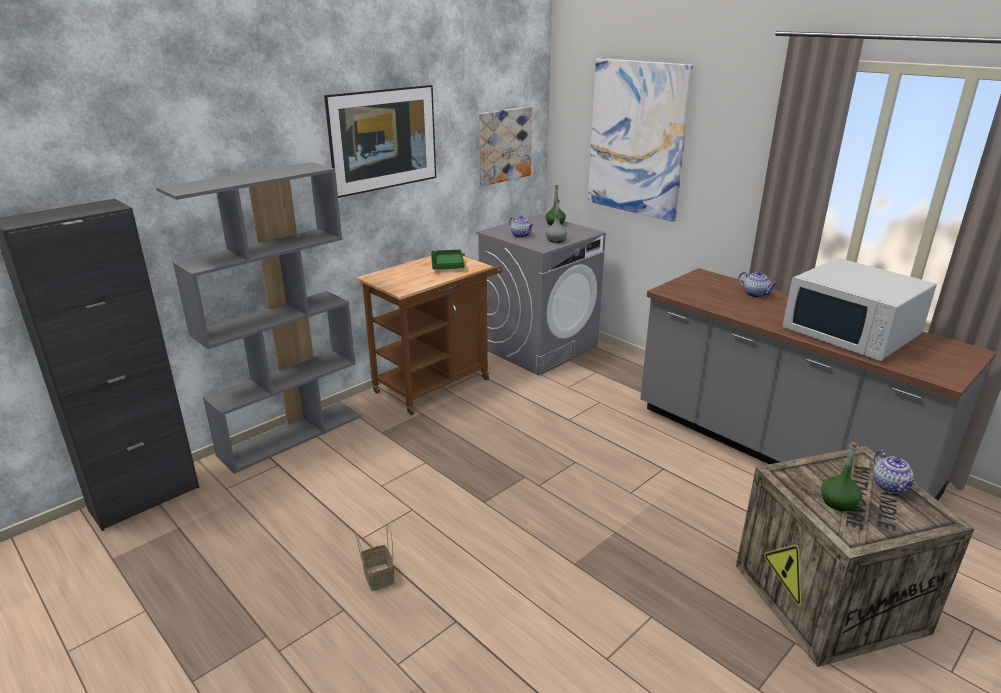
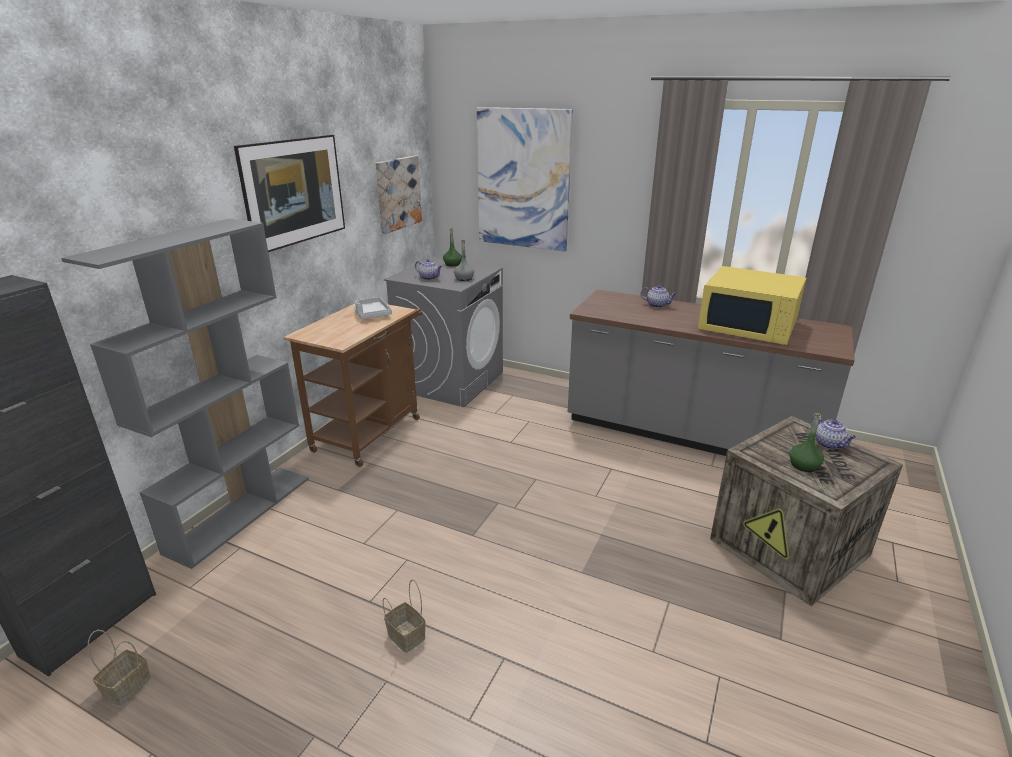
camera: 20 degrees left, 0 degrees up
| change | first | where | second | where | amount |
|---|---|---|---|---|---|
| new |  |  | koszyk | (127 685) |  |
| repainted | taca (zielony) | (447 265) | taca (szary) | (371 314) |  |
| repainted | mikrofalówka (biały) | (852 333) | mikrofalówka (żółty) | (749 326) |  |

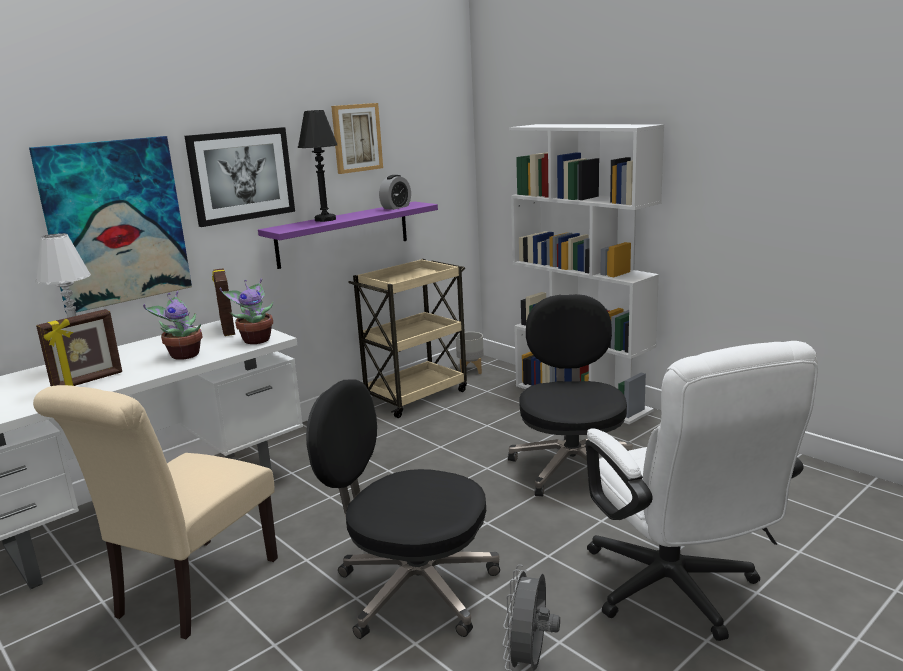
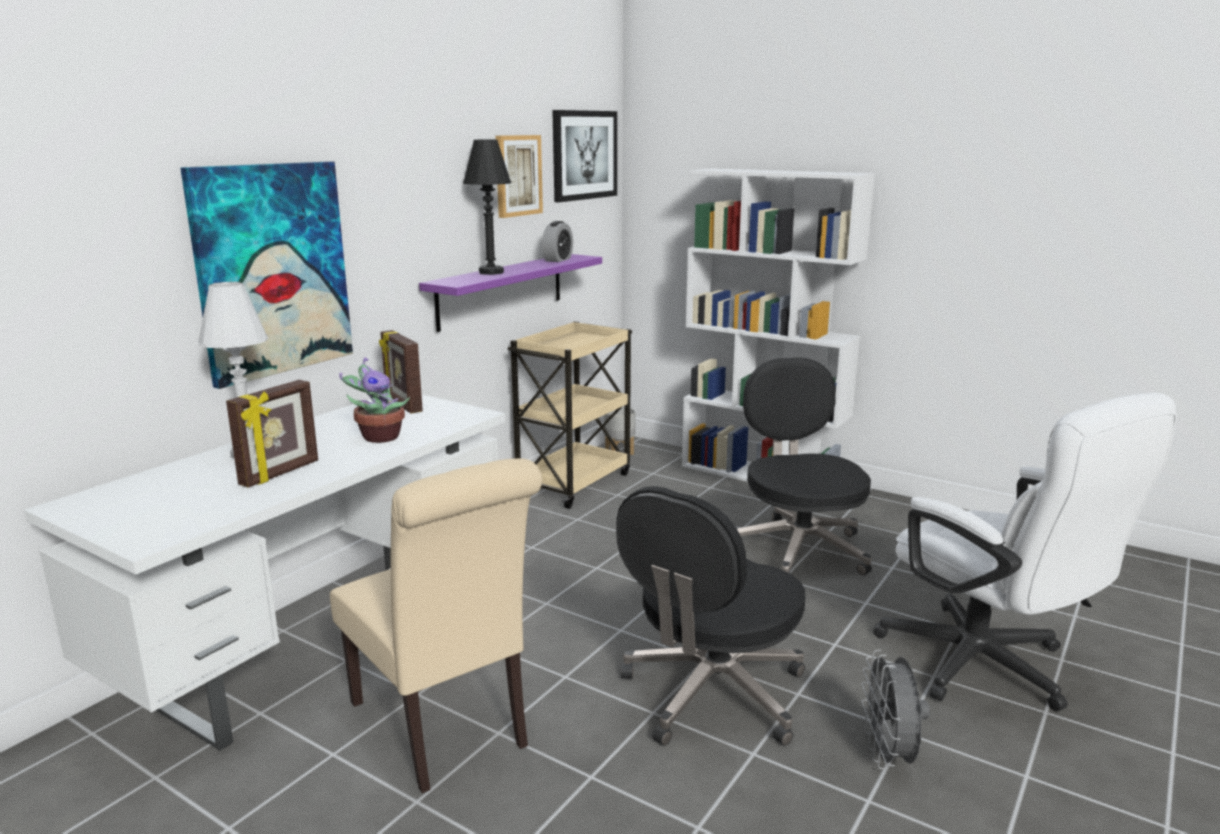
camera: 15 degrees left, 0 degrees up
| change | first | where | second | where | amount |
|---|---|---|---|---|---|
| gone | roślina doniczkowa | (256 340) |  |  |  |
| shifted | obraz | (241 175) |  | (584 155) |  |
| rotated | krzesło (beżowy) | (190 592) |  | (444 729) | 45 degrees counterclockwise |
| rotated | krzesło biurowe (czarny) | (413 589) |  | (712 695) | 60 degrees counterclockwise |

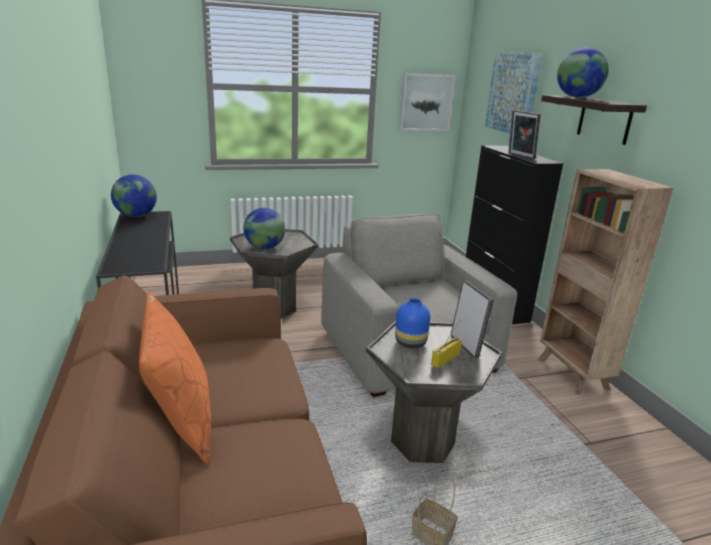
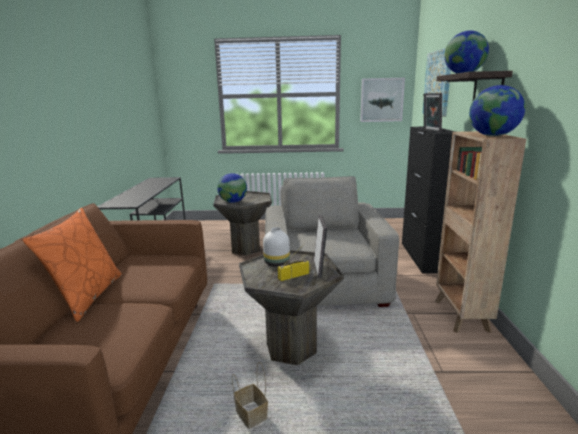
camera: 20 degrees right, 5 degrees down
| change | first | where | second | where | amount |
|---|---|---|---|---|---|
| shifted | globus | (136 216) |  | (492 136) |  |
| repainted | wazon (niebieski) | (409 343) | wazon (biały) | (276 263) |  |

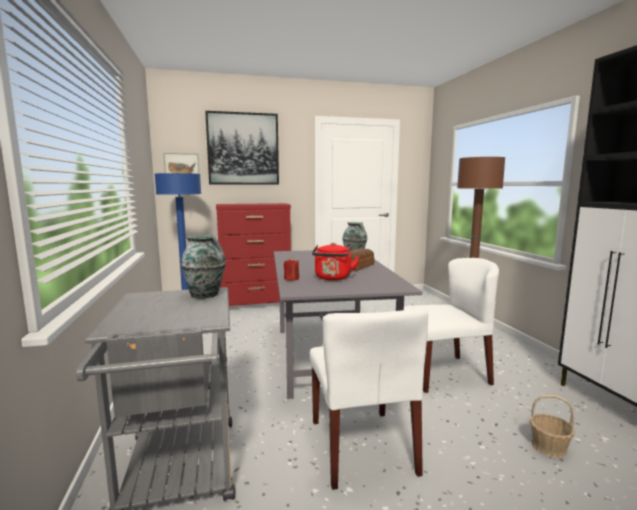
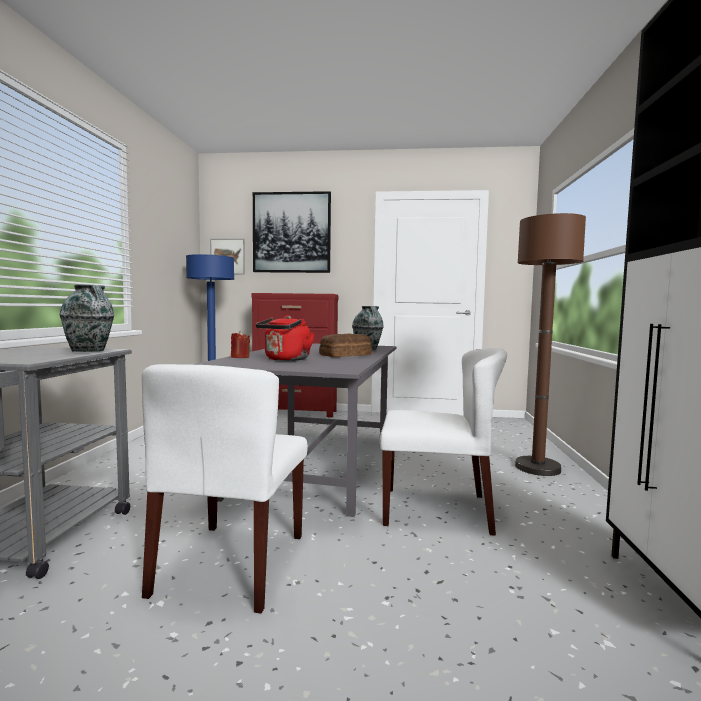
camera: 20 degrees right, 5 degrees down
| change | first | where | second | where | amount |
|---|---|---|---|---|---|
| gone | koszyk | (549 447) |  |  |  |

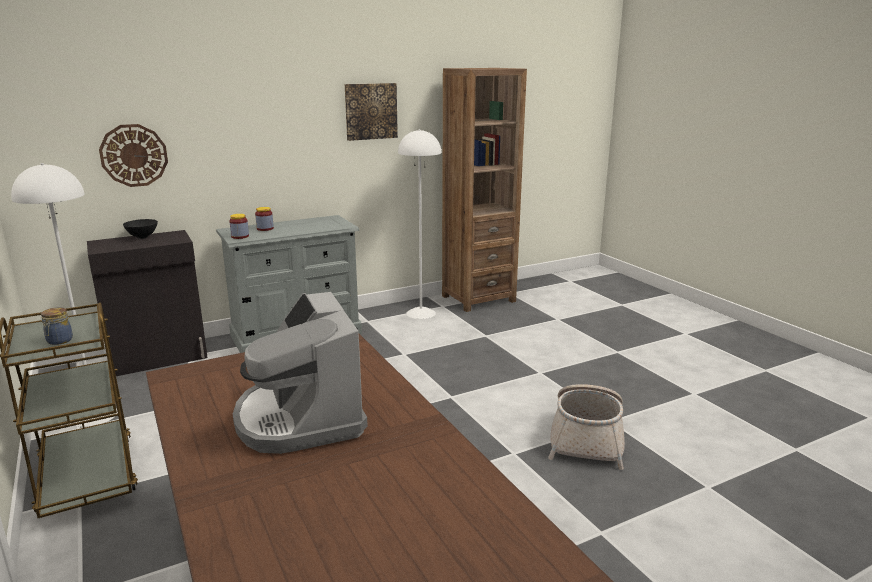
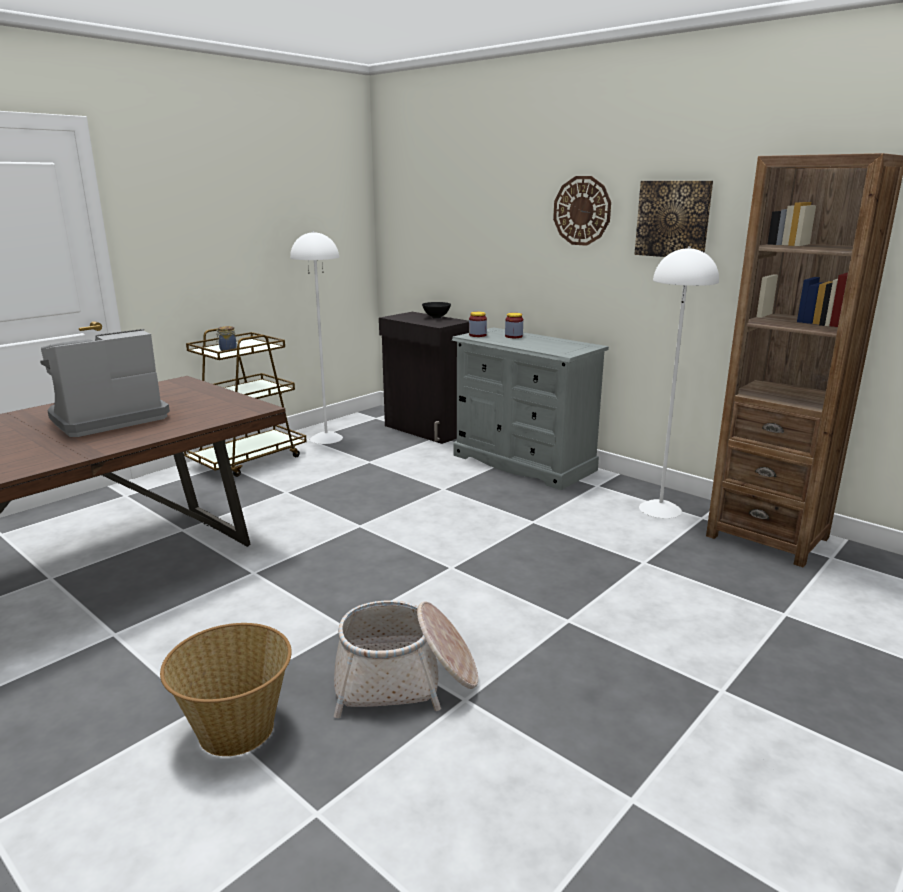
camera: 70 degrees right, 0 degrees up
| change | first | where | second | where | amount |
|---|---|---|---|---|---|
| new |  |  | koszyk | (236 730) |  |
| shifted | zegar ścienny | (134 155) |  | (582 211) |  |

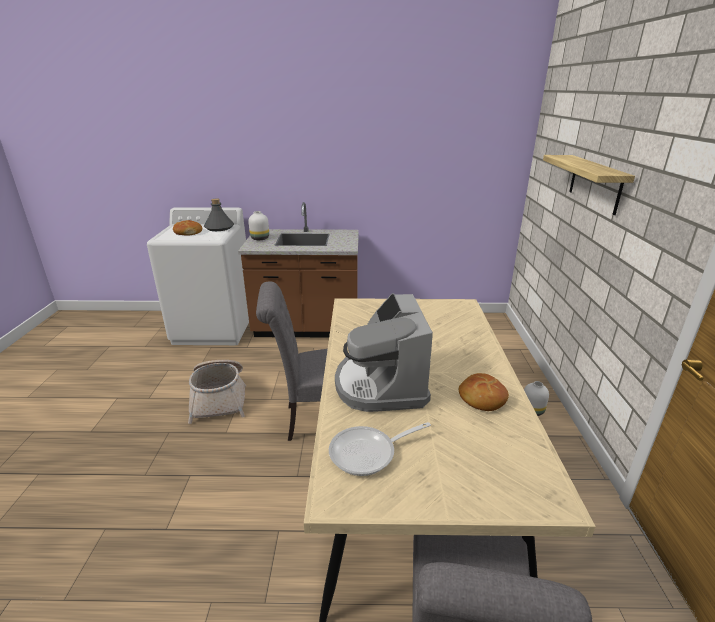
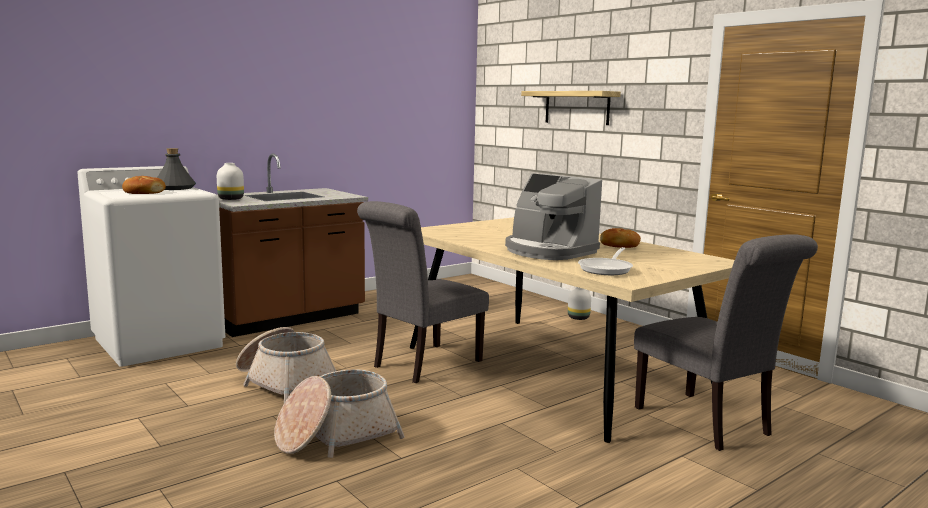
camera: 40 degrees left, 15 degrees down
| change | first | where | second | where | amount |
|---|---|---|---|---|---|
| new |  |  | koszyk | (336 436) |  |

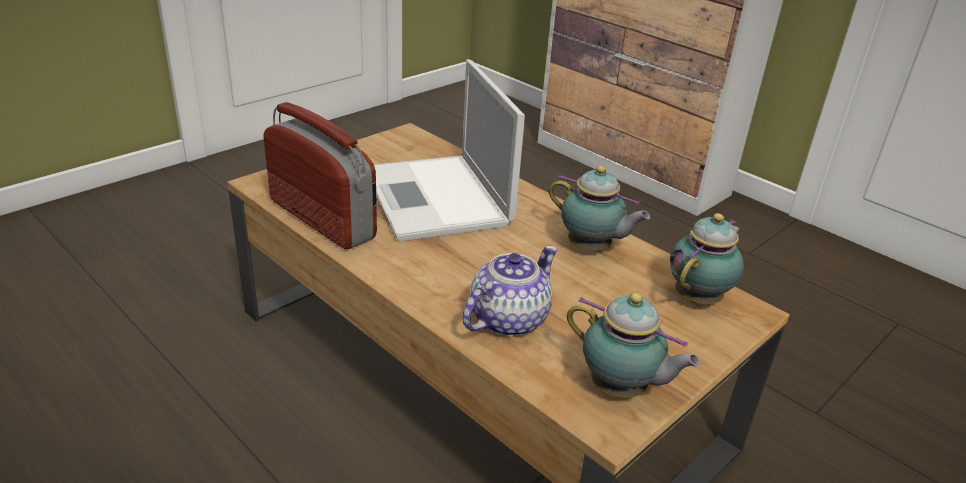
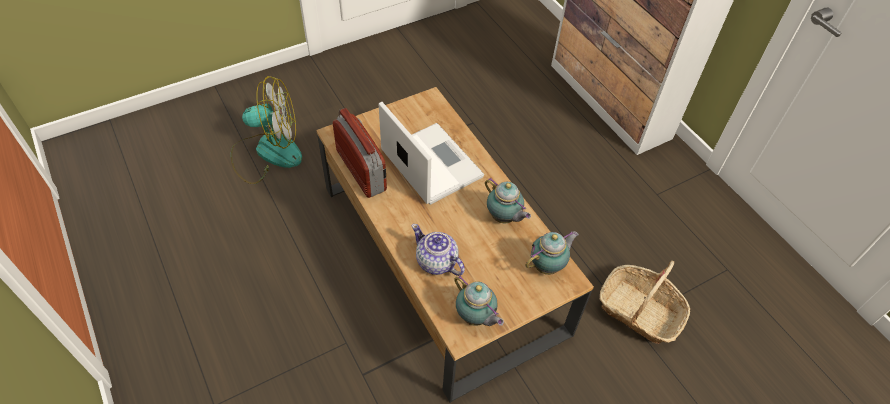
camera: 15 degrees right, 20 degrees up
| change | first | where | second | where | amount |
|---|---|---|---|---|---|
| new |  |  | wentylator | (267 152) |  |
| new |  |  | koszyk | (639 311) |  |
| rotated | laptop | (437 199) |  | (430 163) | 150 degrees clockwise |
| rotated | imbryk | (507 319) |  | (436 262) | 105 degrees counterclockwise |

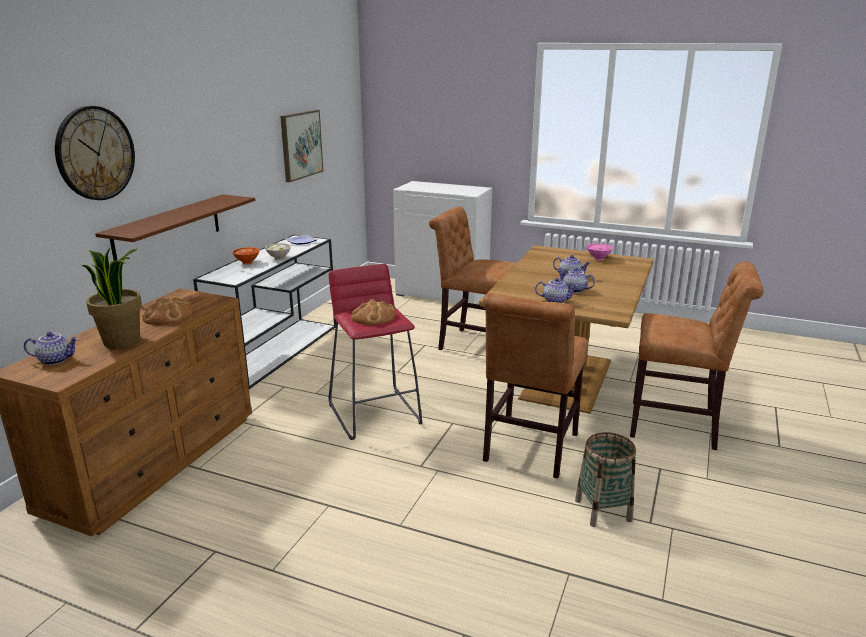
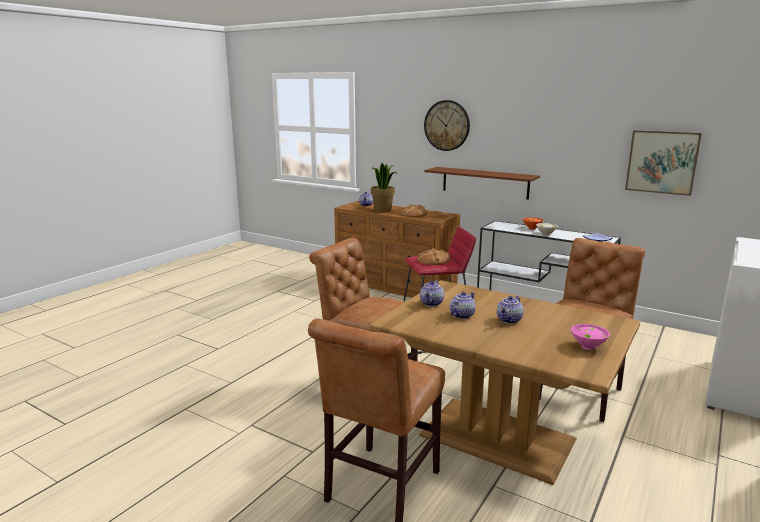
camera: 100 degrees right, 5 degrees down
| change | first | where | second | where | amount |
|---|---|---|---|---|---|
| gone | koszyk | (603 510) |  |  |  |

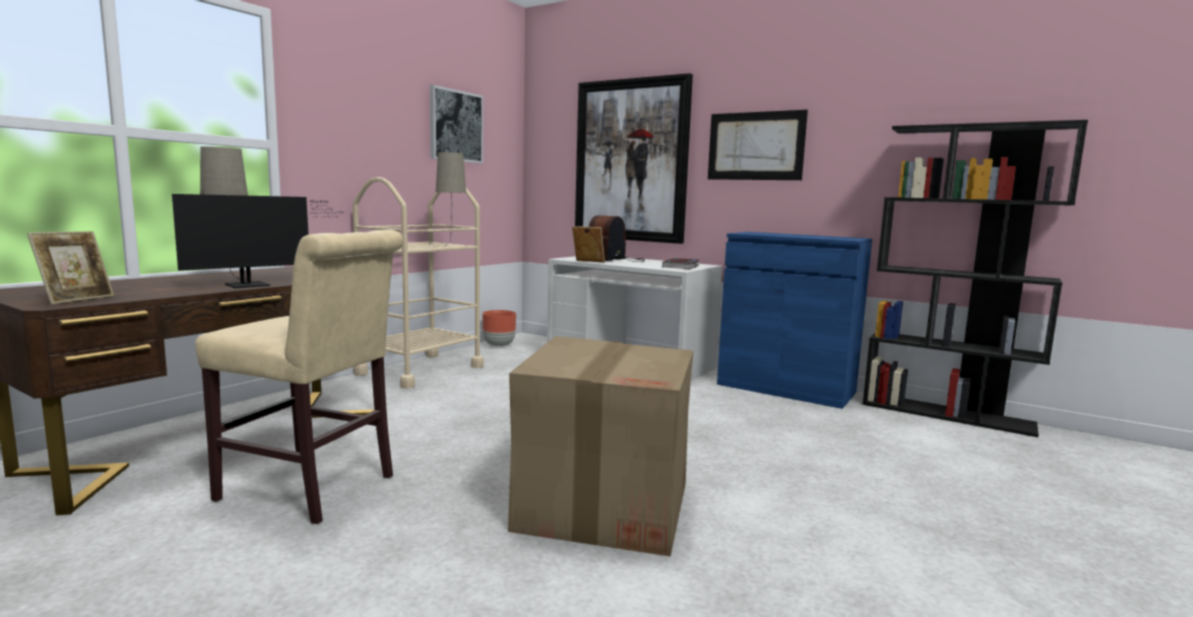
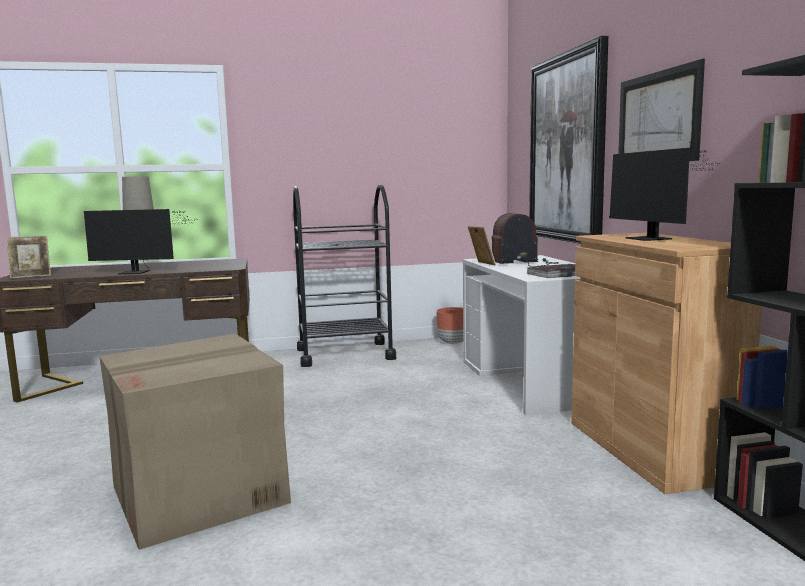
camera: 45 degrees right, 0 degrees up
| change | first | where | second | where | amount |
|---|---|---|---|---|---|
| gone | krzesło (beżowy) | (314 490) |  |  |  |
| gone | obraz | (456 126) |  |  |  |
| gone | lampa stołowa (beżowy) | (451 246) |  |  |  |
| new |  |  | monitor | (650 239) |  |
| repainted | wózek (beżowy) | (420 370) | wózek (czarny) | (345 354) |  |
| repainted | szafka (niebieski) | (785 388) | szafka (brązowy) | (649 449) |  |

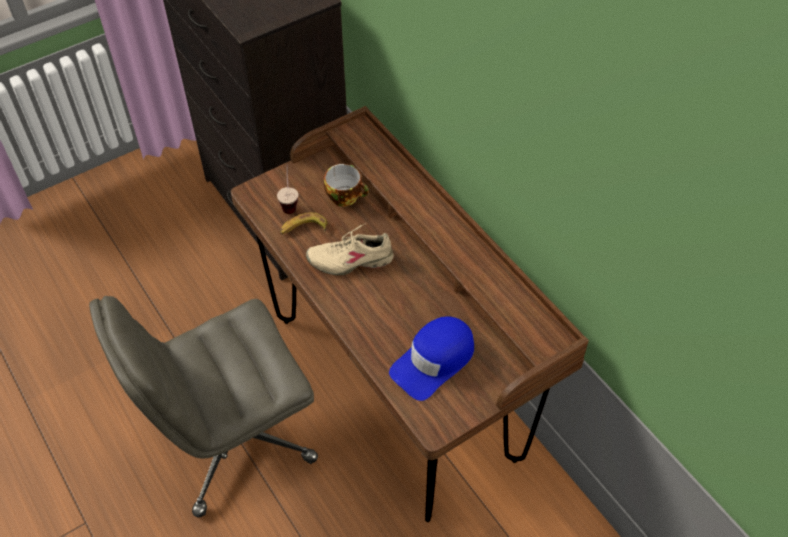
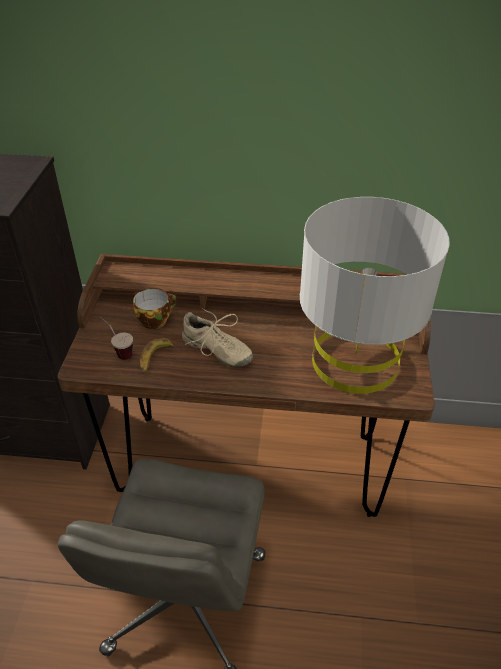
camera: 50 degrees left, 10 degrees down
| change | first | where | second | where | amount |
|---|---|---|---|---|---|
| swapped | czapka z daszkiem (niebieski) | (434 361) | lampa stołowa (szary) | (355 361) |  |
| rotated | but (beżowy) | (350 260) |  | (216 351) | 90 degrees counterclockwise |

